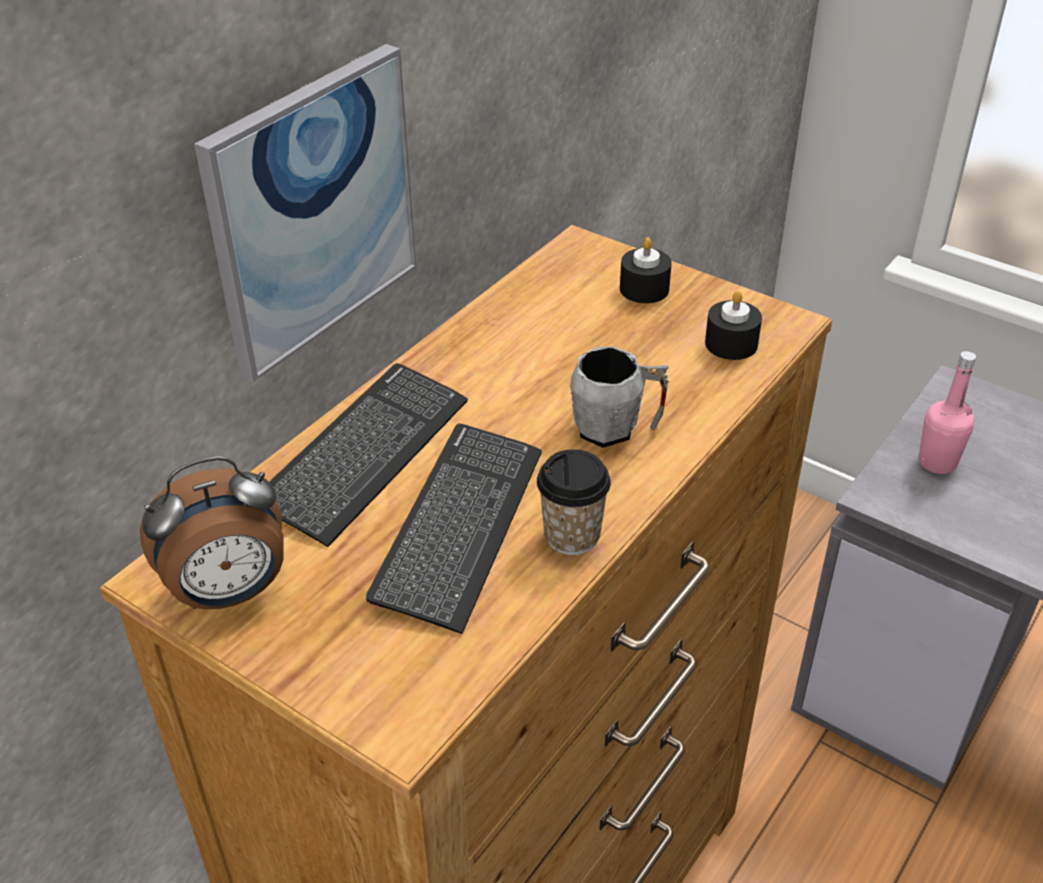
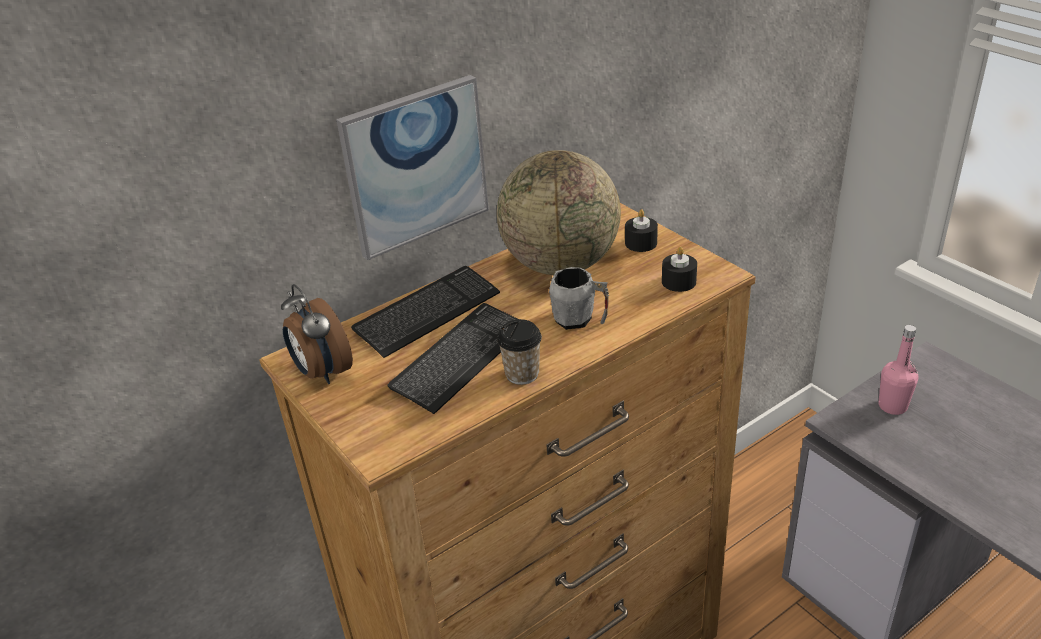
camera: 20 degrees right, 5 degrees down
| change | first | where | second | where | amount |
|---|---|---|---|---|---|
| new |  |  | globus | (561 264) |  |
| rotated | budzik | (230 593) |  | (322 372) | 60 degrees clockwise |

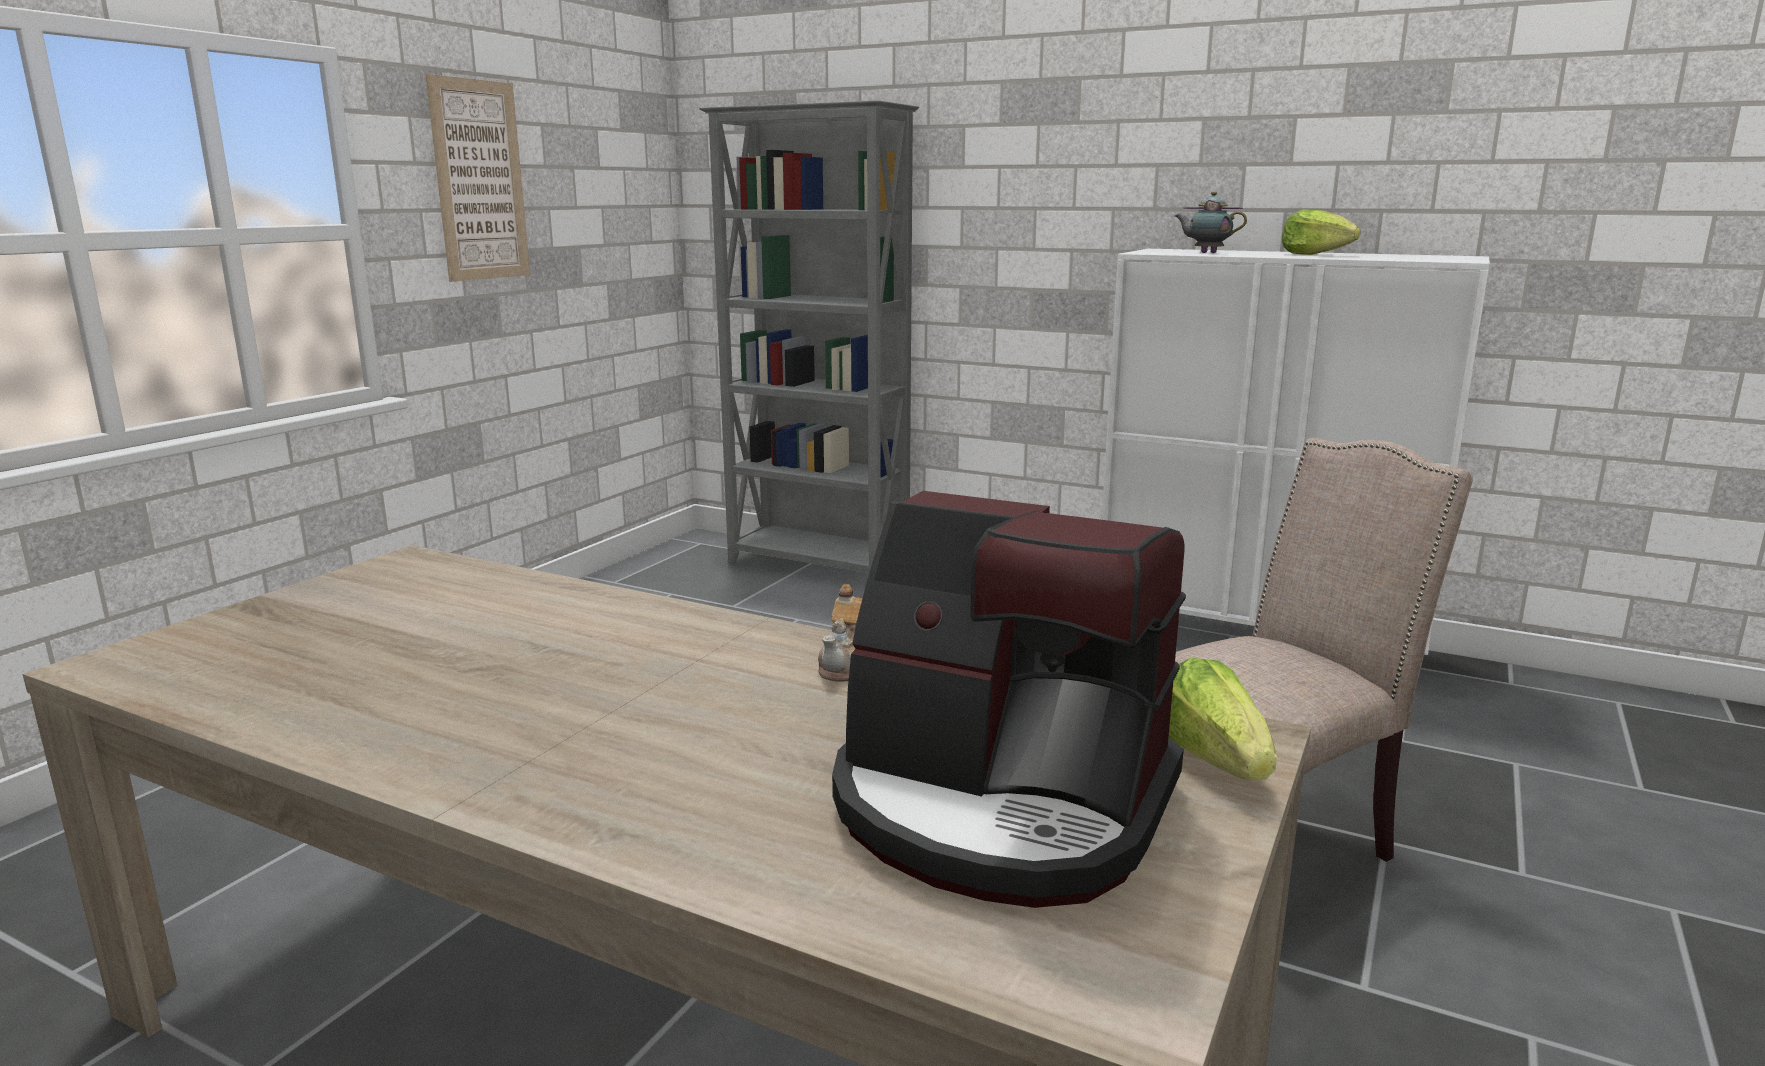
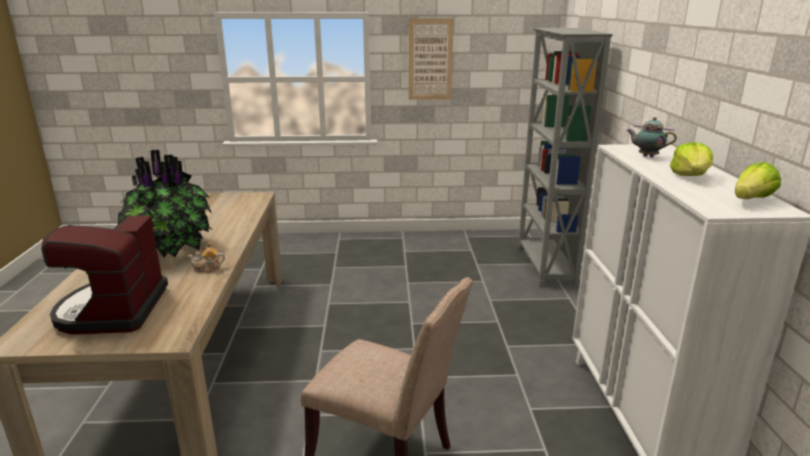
camera: 60 degrees right, 5 degrees up
| change | first | where | second | where | amount |
|---|---|---|---|---|---|
| new |  |  | roślina doniczkowa | (171 250) |  |
| shifted | sałata | (1212 760) |  | (751 200) |  |
| rotated | imbryk | (1206 253) |  | (646 156) | 45 degrees counterclockwise |

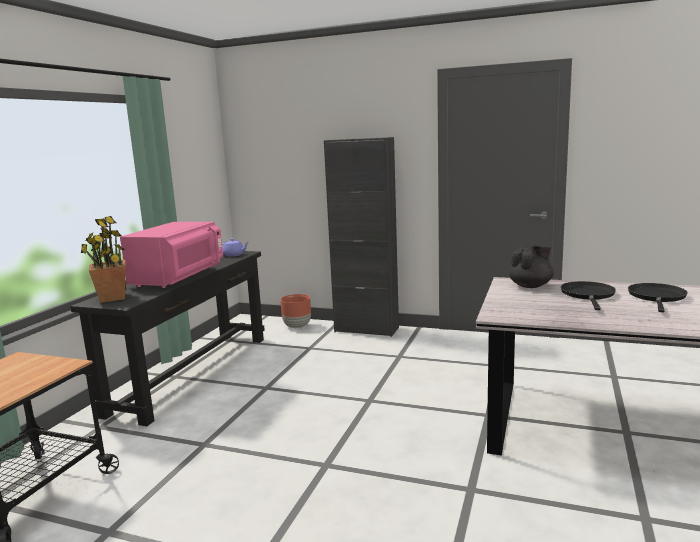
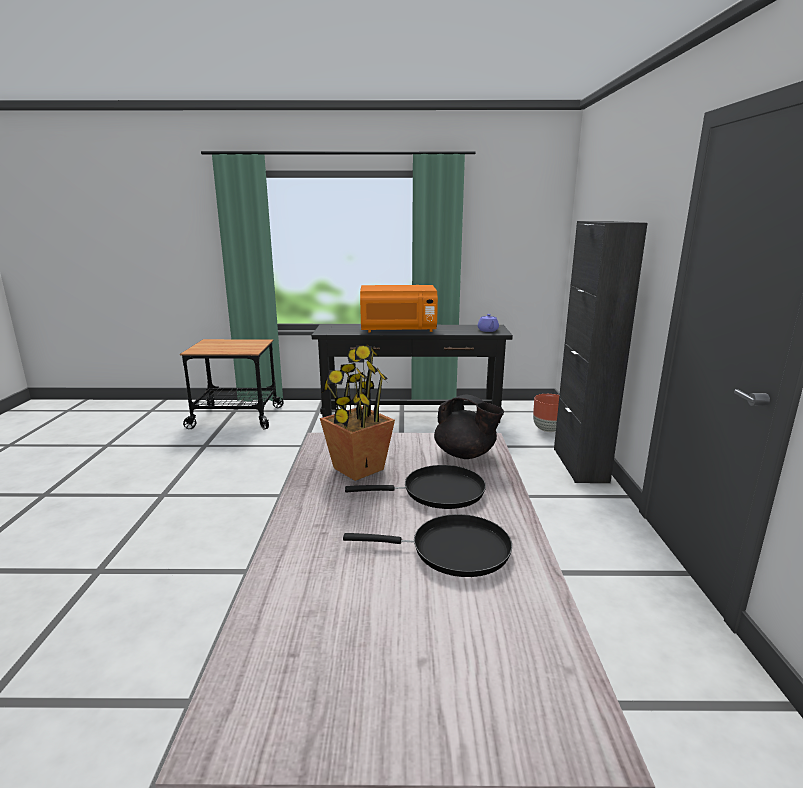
camera: 70 degrees right, 5 degrees up
| change | first | where | second | where | amount |
|---|---|---|---|---|---|
| shifted | roślina doniczkowa | (112 298) |  | (358 469) |  |
| repainted | mikrofalówka (różowy) | (179 278) | mikrofalówka (pomarańczowy) | (398 330) |  |

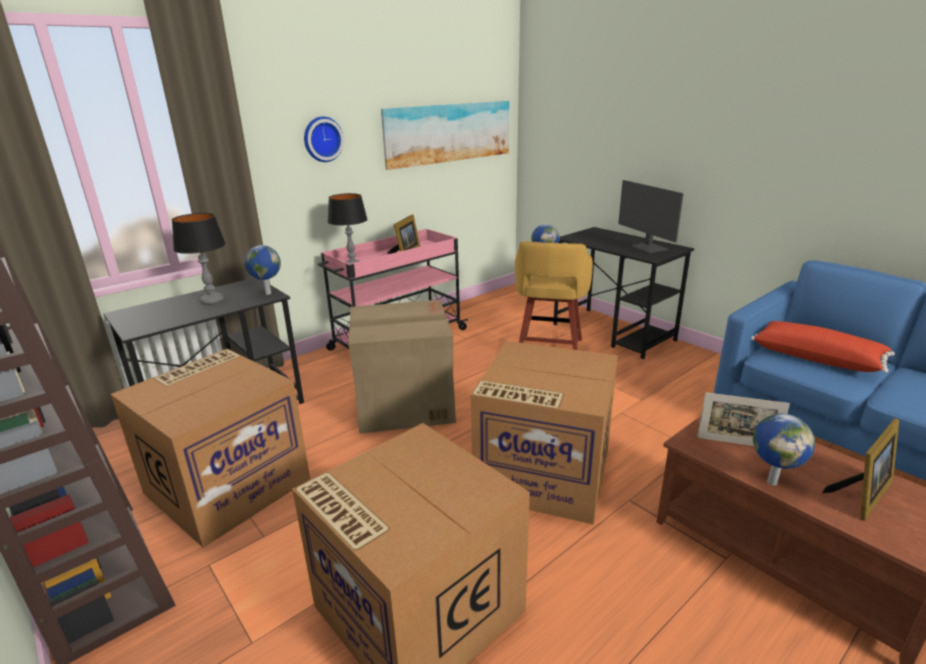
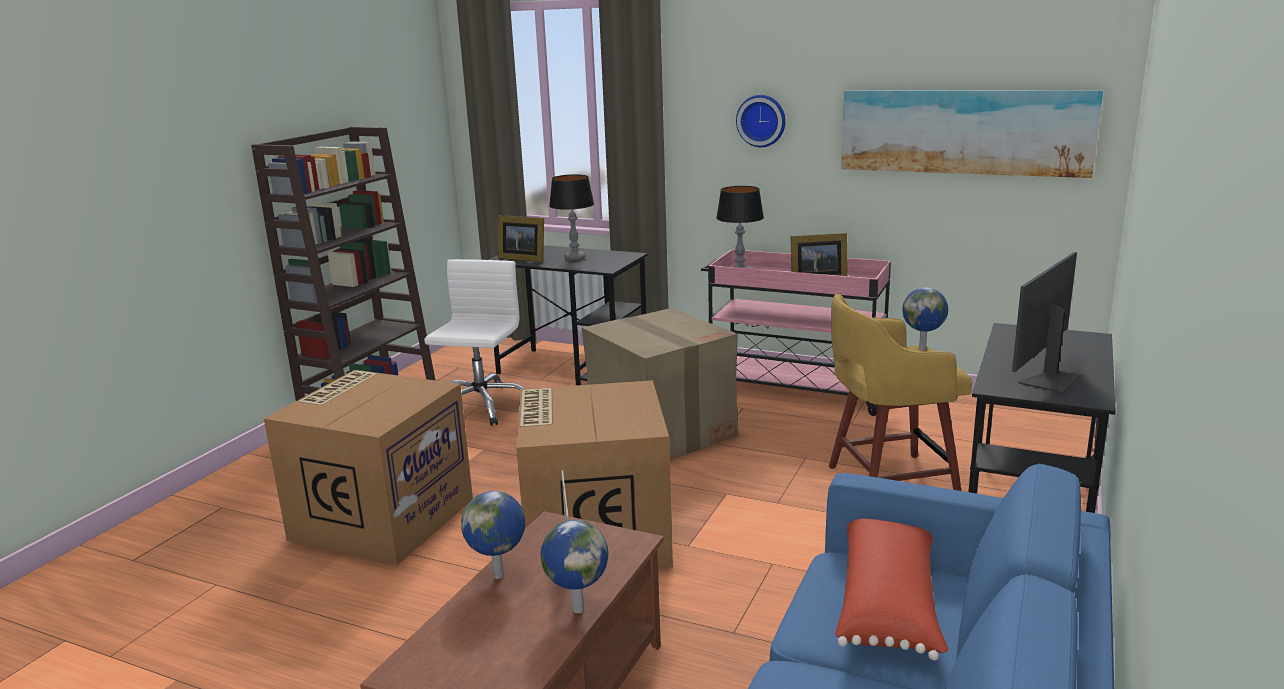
camera: 65 degrees right, 5 degrees down
| change | first | where | second | where | amount |
|---|---|---|---|---|---|
| shifted | globus | (267 293) |  | (578 609) |  |
| shifted | ramka na zdjęcie | (862 495) |  | (522 258) |  |
| swapped | karton | (228 484) | krzesło biurowe (biały) | (481 406) |  |

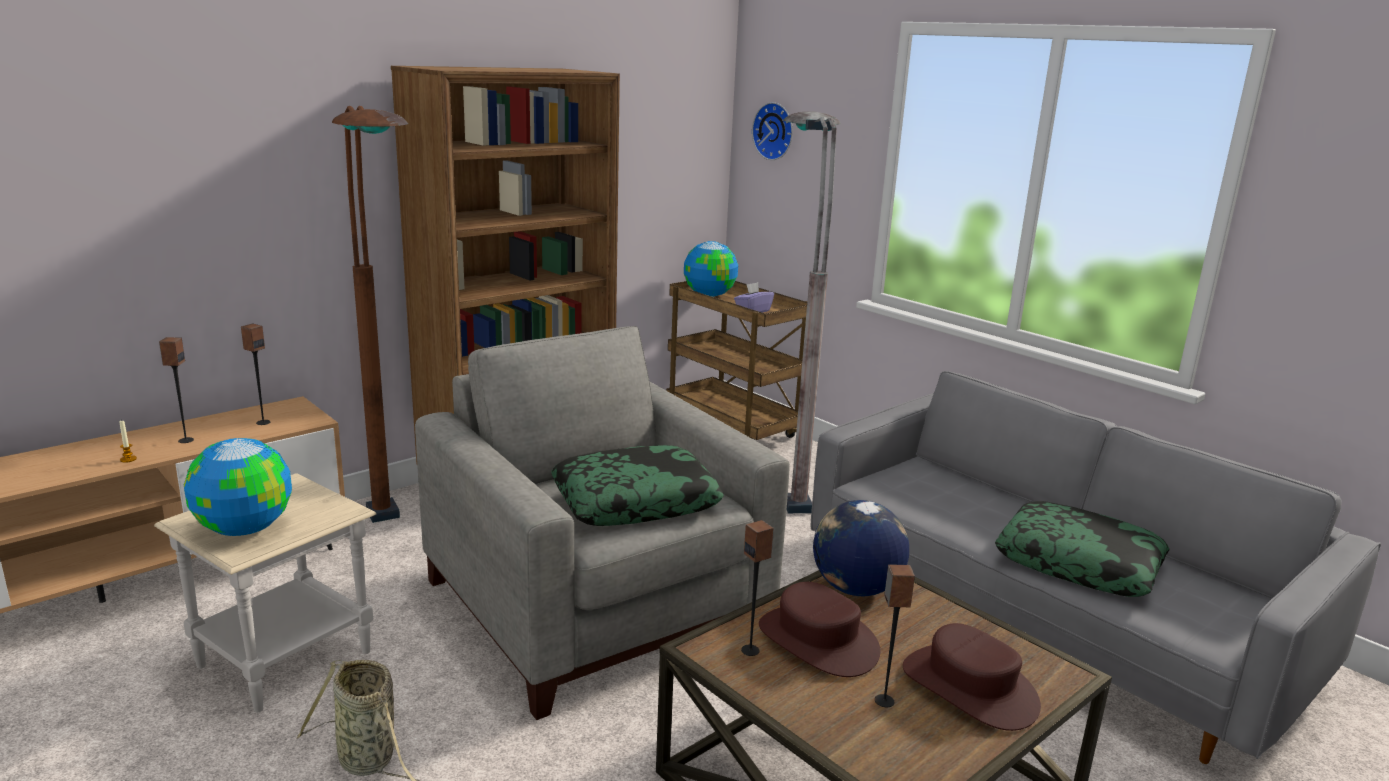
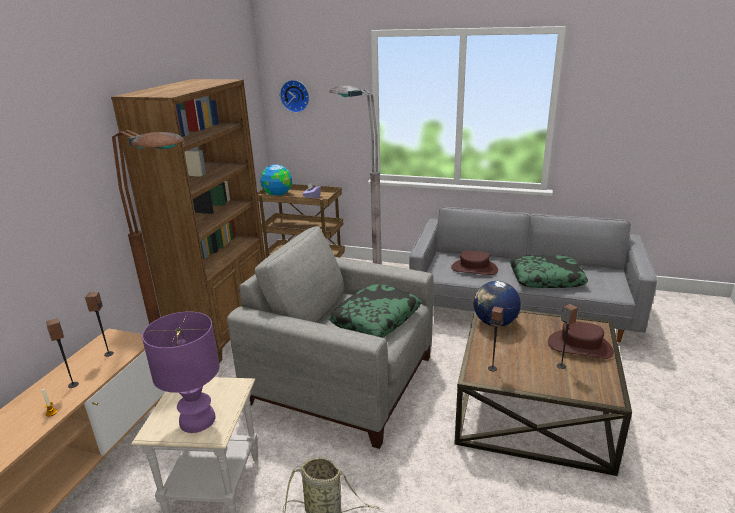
camera: 30 degrees left, 5 degrees up
| change | first | where | second | where | amount |
|---|---|---|---|---|---|
| shifted | kapelusz (brązowy) | (817 641) |  | (474 269) |  |
| swapped | globus | (243 529) | lampa stołowa (fioletowy) | (196 420) |  |

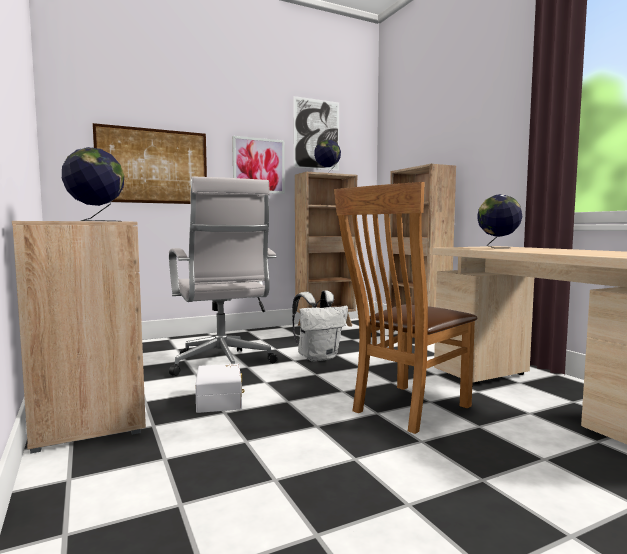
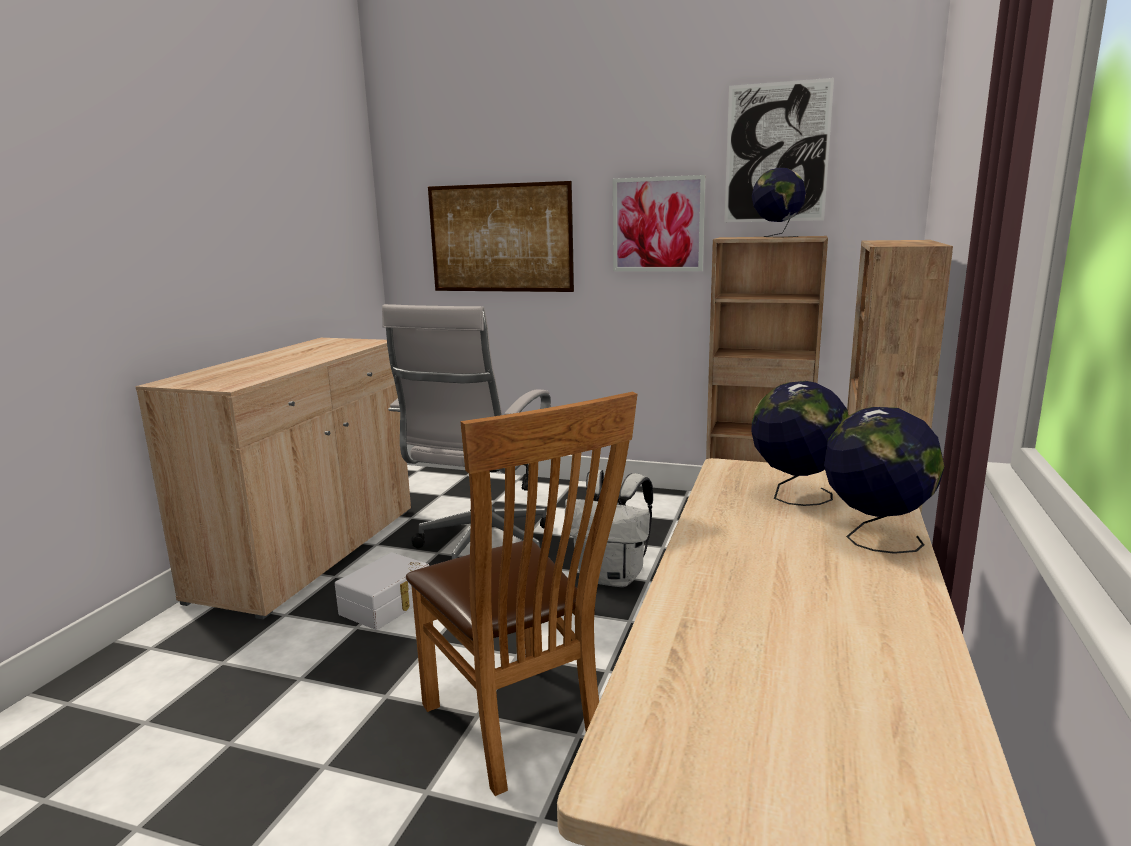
camera: 45 degrees right, 10 degrees up
| change | first | where | second | where | amount |
|---|---|---|---|---|---|
| shifted | globus | (95 221) |  | (874 539) |  |
| rotated | krzesło (brązowy) | (405 409) |  | (518 729) | 120 degrees counterclockwise |

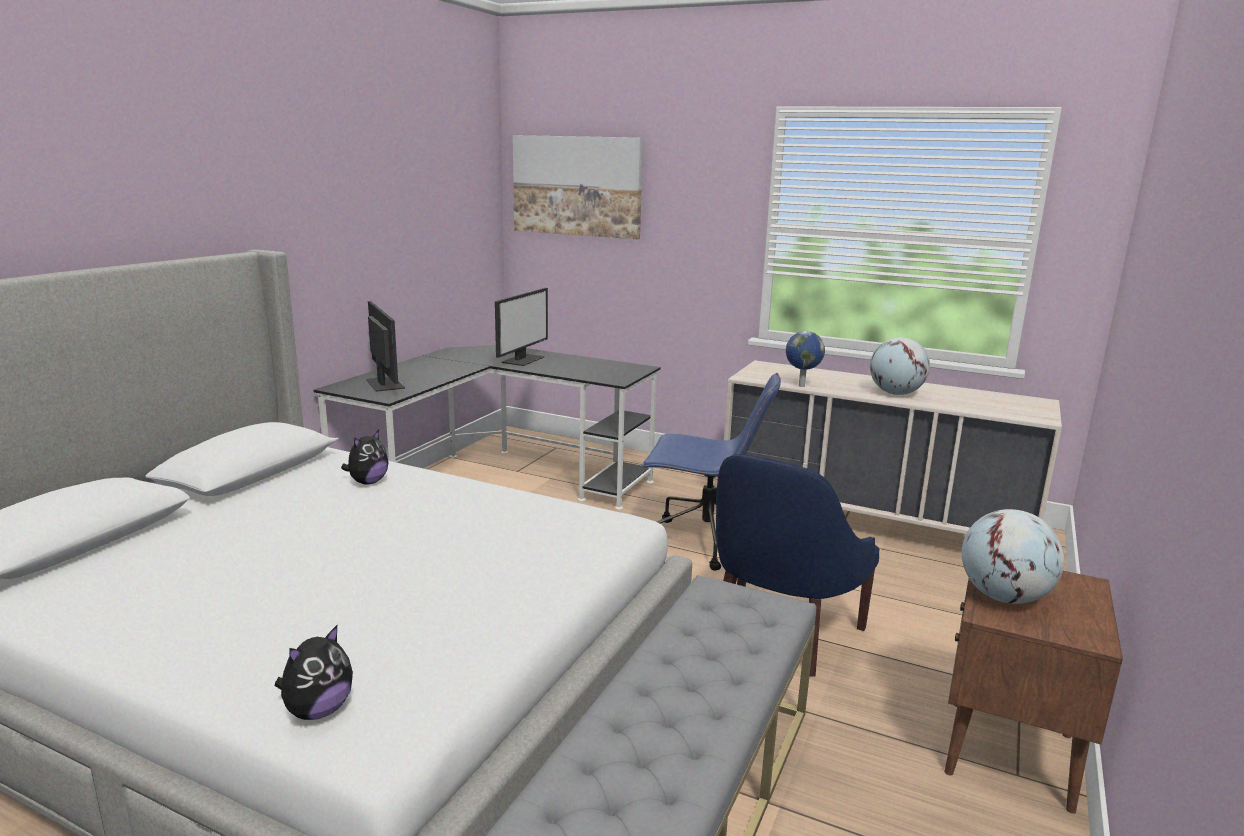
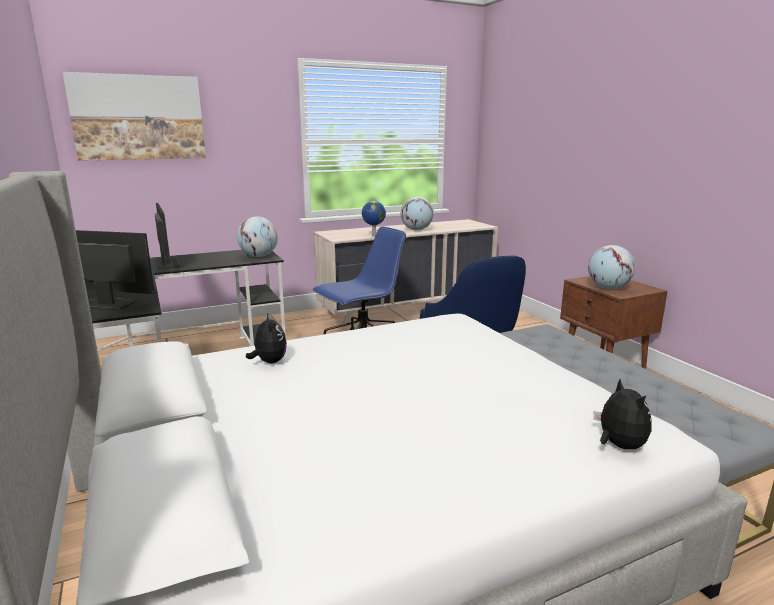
camera: 50 degrees left, 0 degrees up
| change | first | where | second | where | amount |
|---|---|---|---|---|---|
| new |  |  | globus | (259 256) |  |

